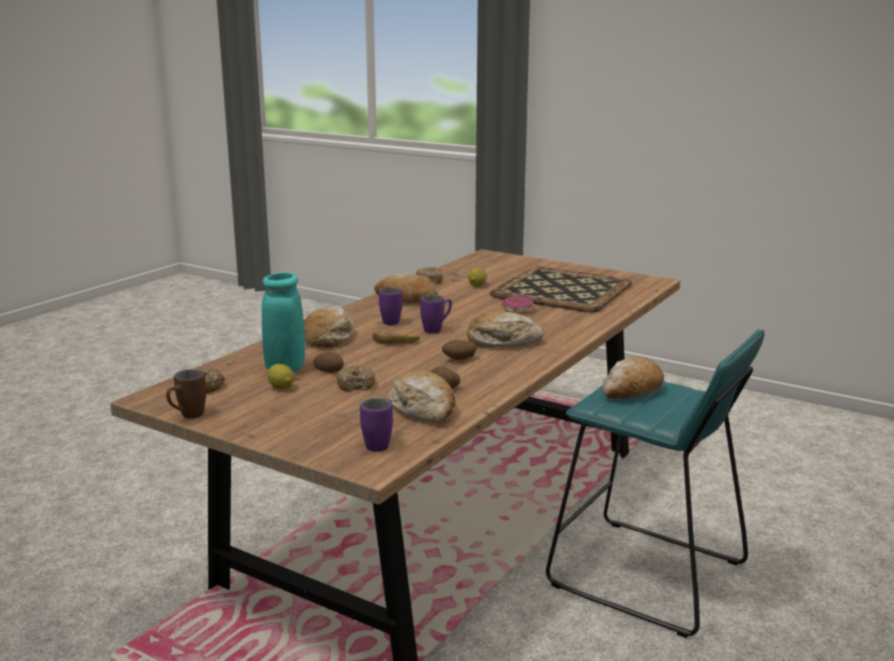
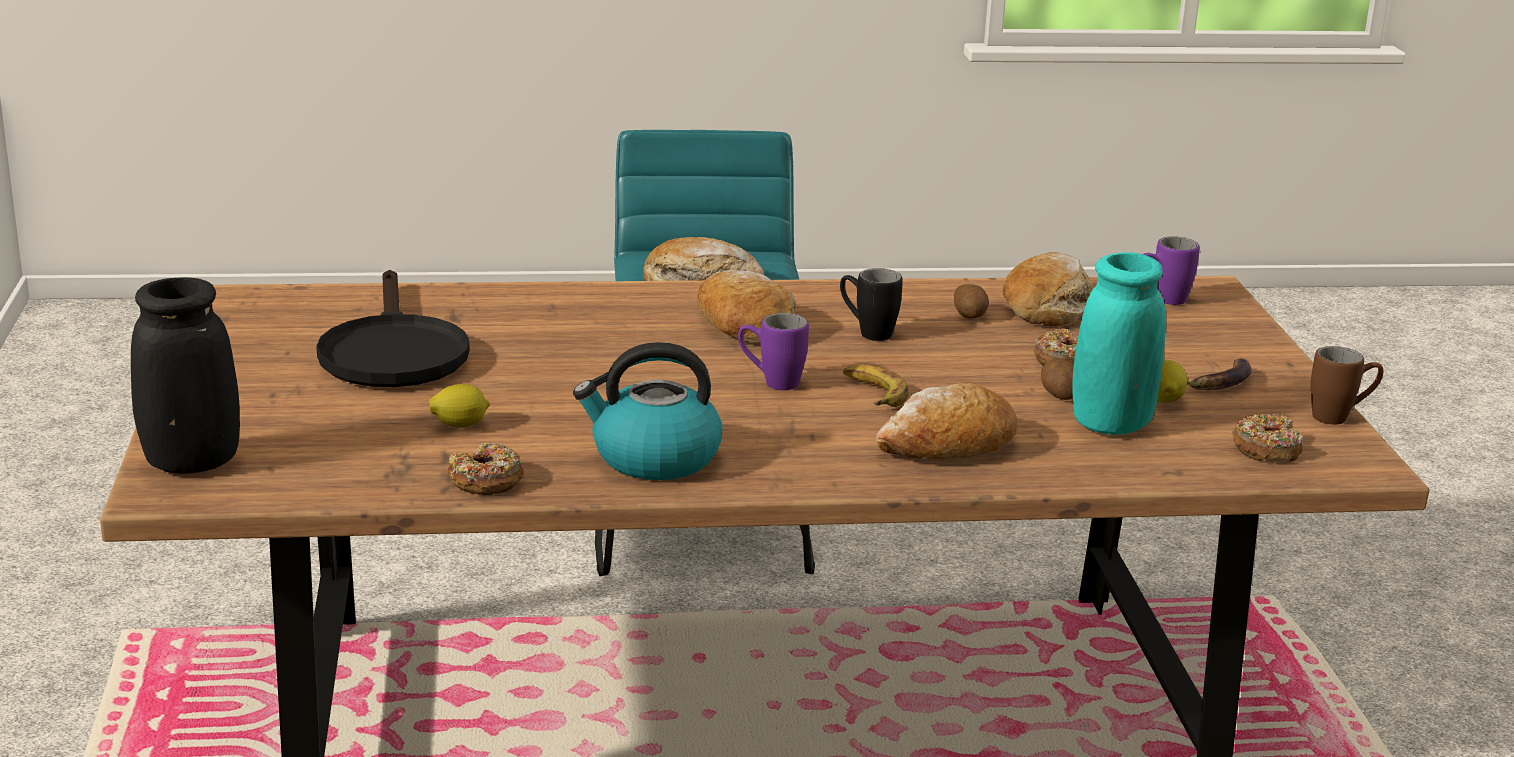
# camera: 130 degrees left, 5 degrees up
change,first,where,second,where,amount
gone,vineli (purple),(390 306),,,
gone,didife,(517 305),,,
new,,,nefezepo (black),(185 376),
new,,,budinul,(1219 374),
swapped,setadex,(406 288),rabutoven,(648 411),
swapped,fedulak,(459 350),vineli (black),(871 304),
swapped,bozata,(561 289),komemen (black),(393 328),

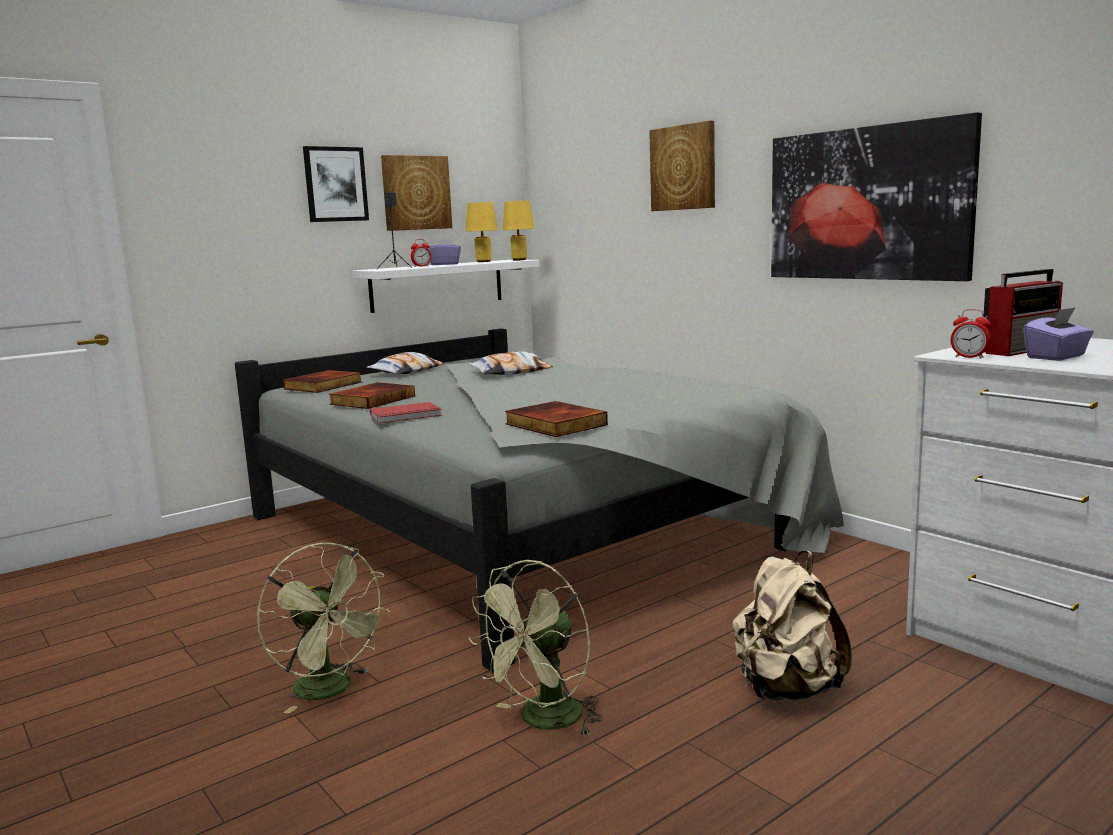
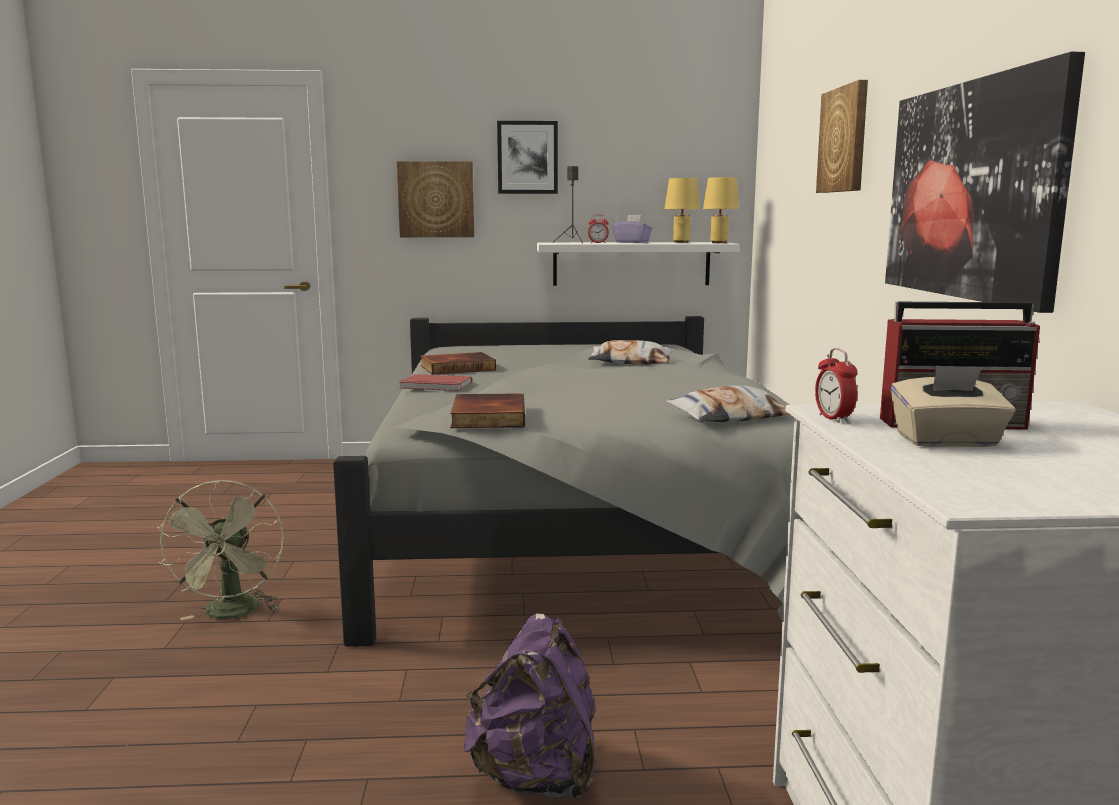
# camera: 35 degrees right, 0 degrees up
change,first,where,second,where,amount
gone,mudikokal,(322 381),,,
gone,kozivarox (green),(536 648),,,
shifted,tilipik,(405 363),,(727 404),
shifted,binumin,(416 193),,(435 199),
repainted,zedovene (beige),(792 626),zedovene (purple),(530 707),
repainted,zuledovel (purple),(1058 334),zuledovel (beige),(952 406),

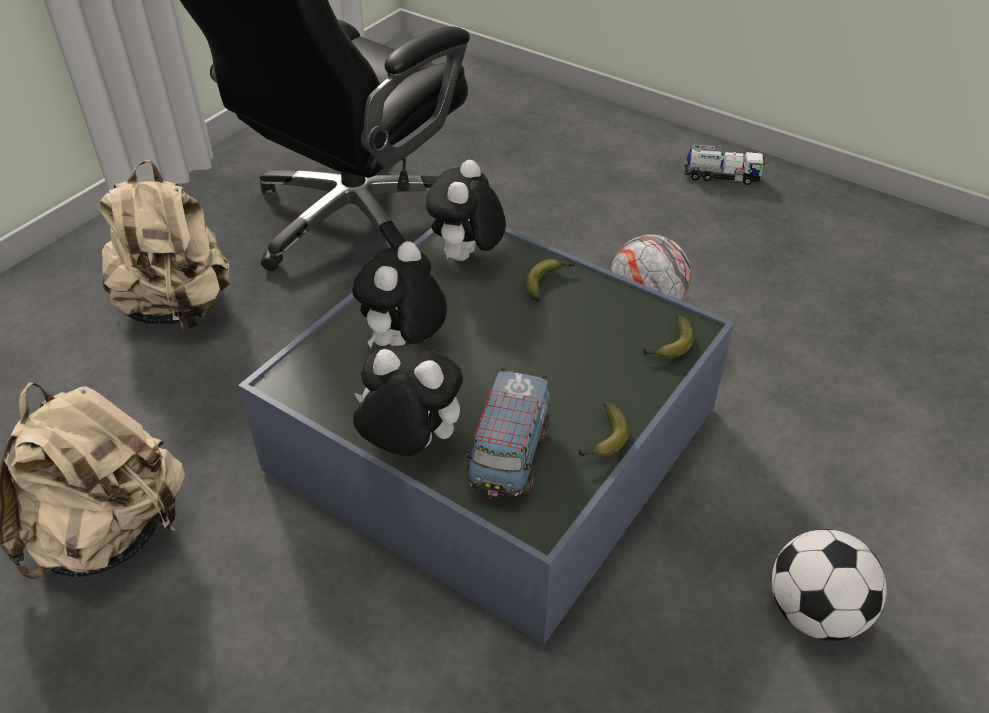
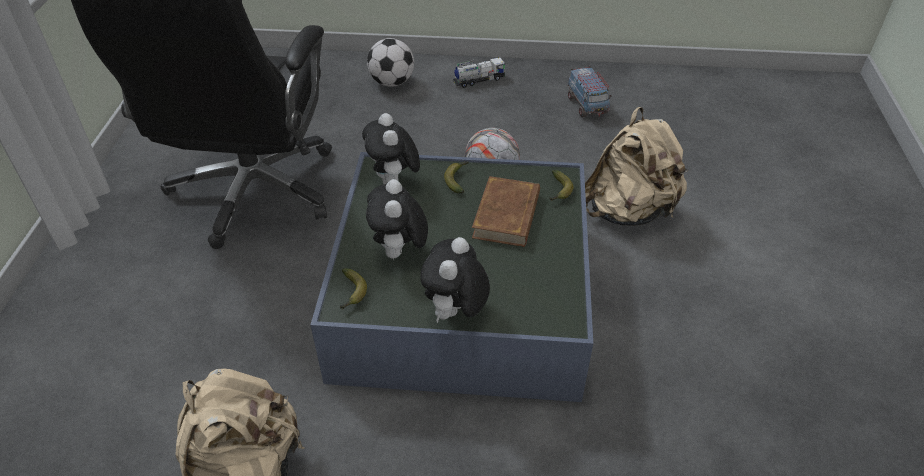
# camera: 30 degrees left, 0 degrees up
change,first,where,second,where,amount
new,,,mudikokal (brown),(506 211),
shifted,zedovene (beige),(164 245),,(636 166),
shifted,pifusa,(507 433),,(589 91),
shifted,budinul,(603 429),,(353 289),
shifted,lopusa,(829 585),,(390 62),
rotated,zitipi,(408 400),,(455 280),60 degrees counterclockwise

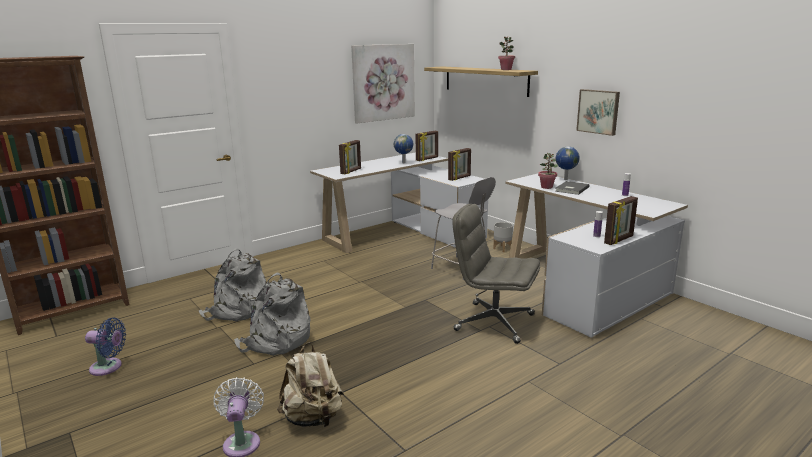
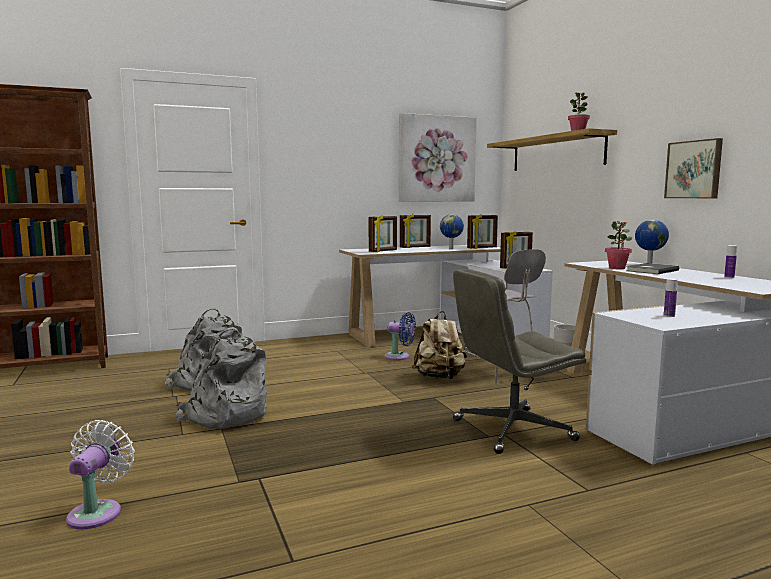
# camera: 15 degrees right, 10 degrees down
change,first,where,second,where,amount
shifted,kozivarox (blue),(105 347),,(400 336),
shifted,zedovene (beige),(310 385),,(439 345),
shifted,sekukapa,(621 220),,(415 231),
rotated,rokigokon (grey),(496 274),,(519 361),60 degrees counterclockwise

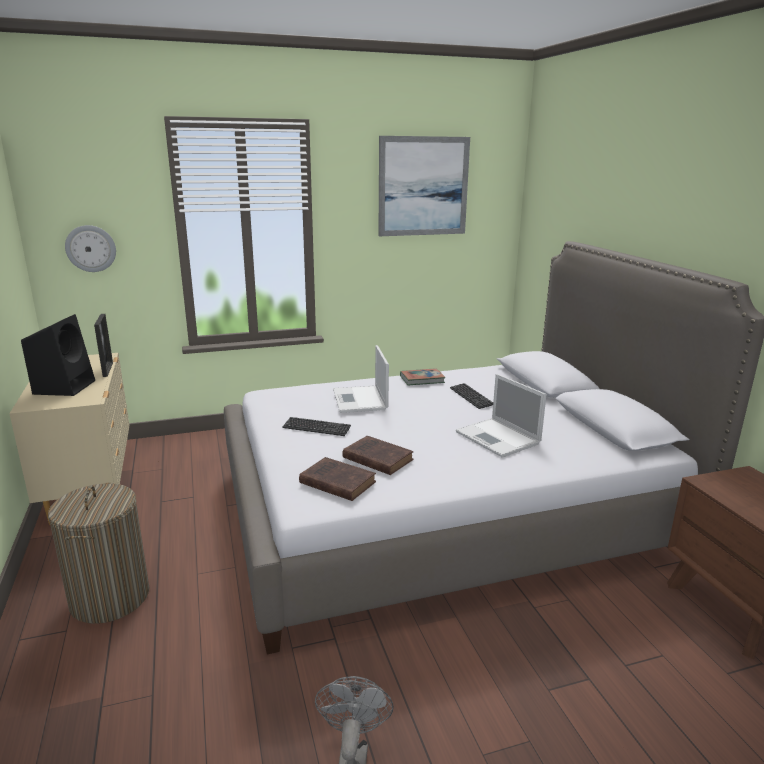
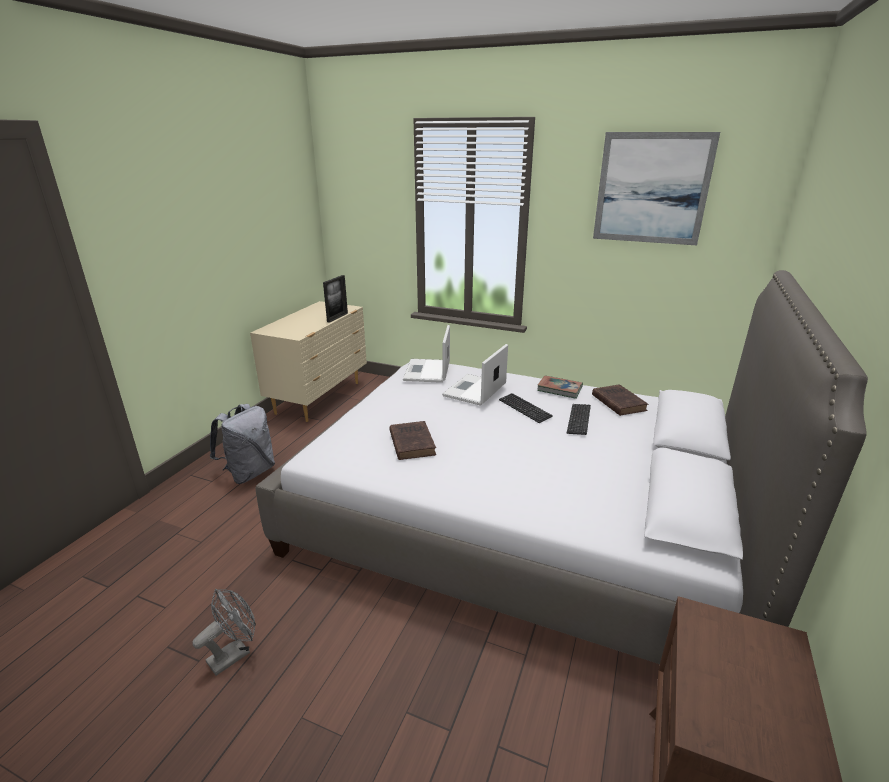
# camera: 40 degrees right, 5 degrees up
change,first,where,second,where,amount
gone,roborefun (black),(58 355),,,
gone,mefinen,(90 248),,,
shifted,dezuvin,(316 426),,(526 408),
shifted,mudikokal (brown),(337 479),,(620 400),
shifted,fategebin,(501 416),,(426 354),
swapped,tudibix,(98 553),zedovene (grey),(242 444),

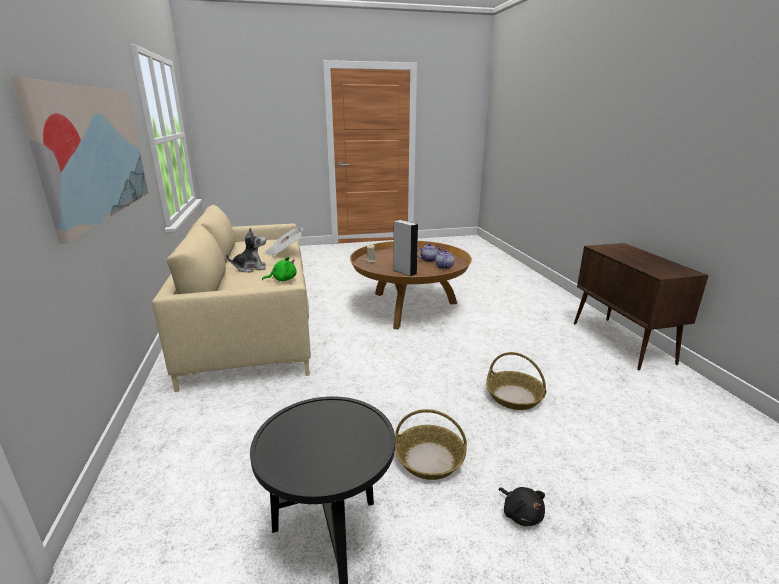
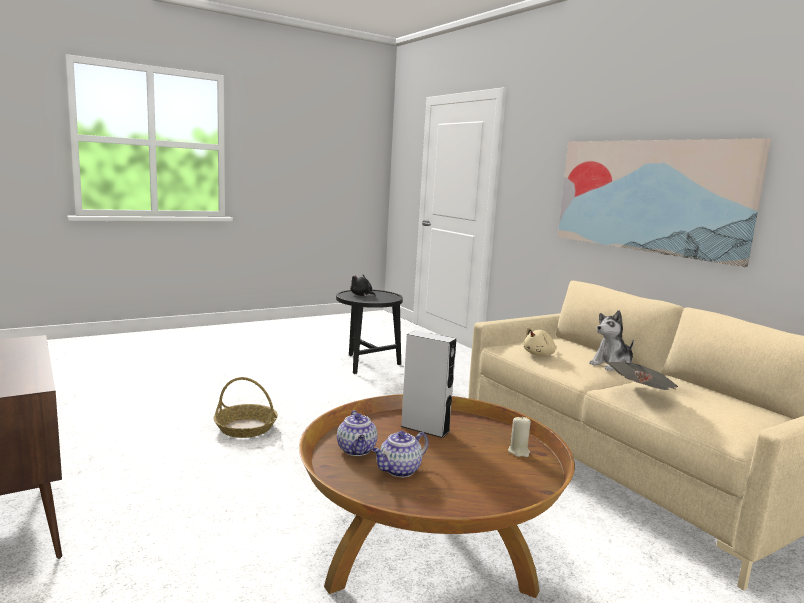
# camera: 160 degrees right, 10 degrees down
change,first,where,second,where,amount
gone,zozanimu,(431 444),,,
shifted,zitipi (black),(522 506),,(363 286),
repainted,zitipi (green),(279 269),zitipi (beige),(540 341),

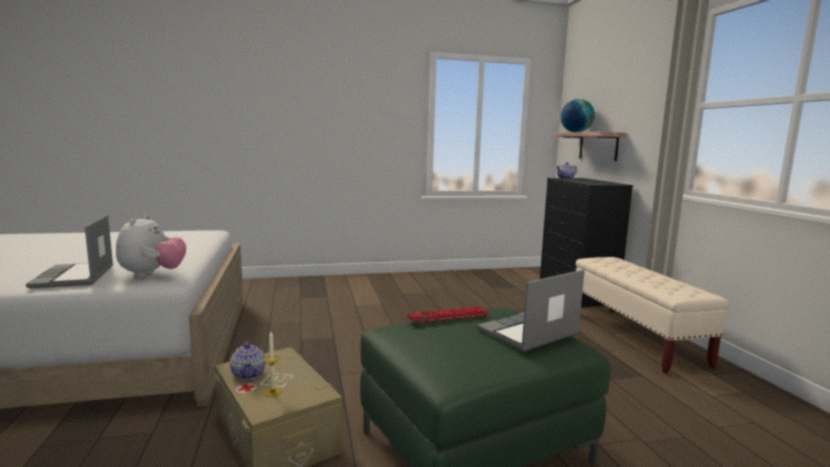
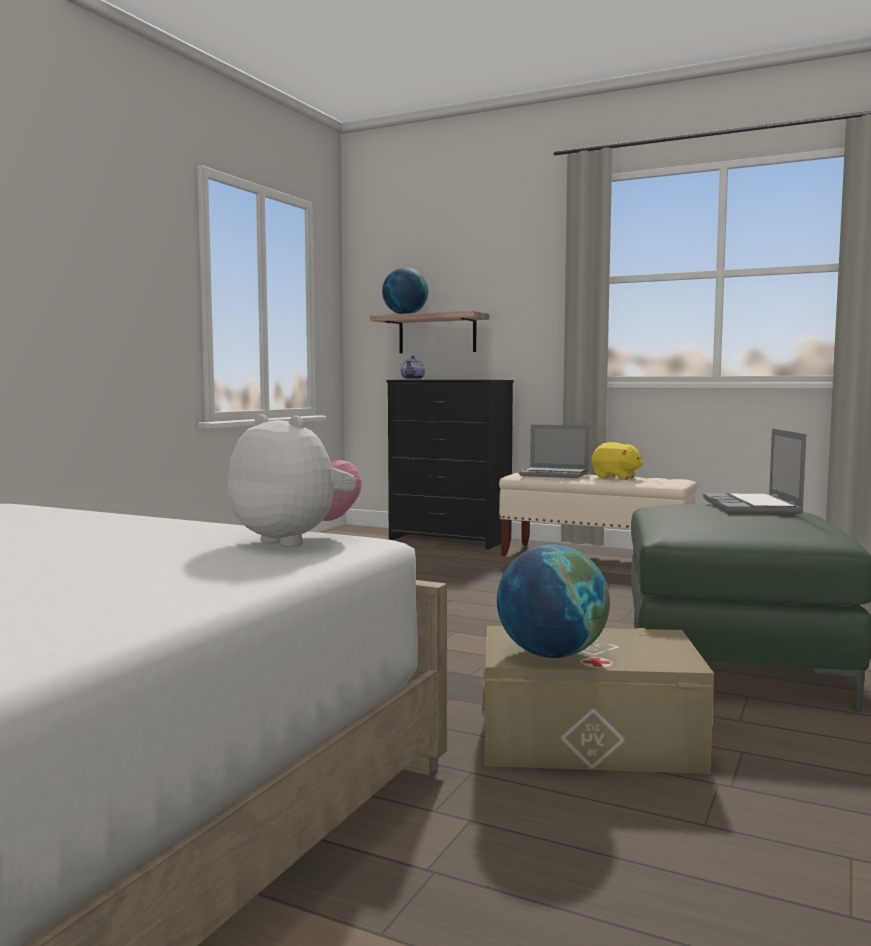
# camera: 50 degrees left, 5 degrees down
change,first,where,second,where,amount
gone,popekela,(273 364),,,
gone,dezuvin,(448 315),,,
new,,,zitipi (yellow),(618 461),
shifted,fategebin,(69 251),,(554 451),
swapped,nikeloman,(248 360),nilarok,(553 601),

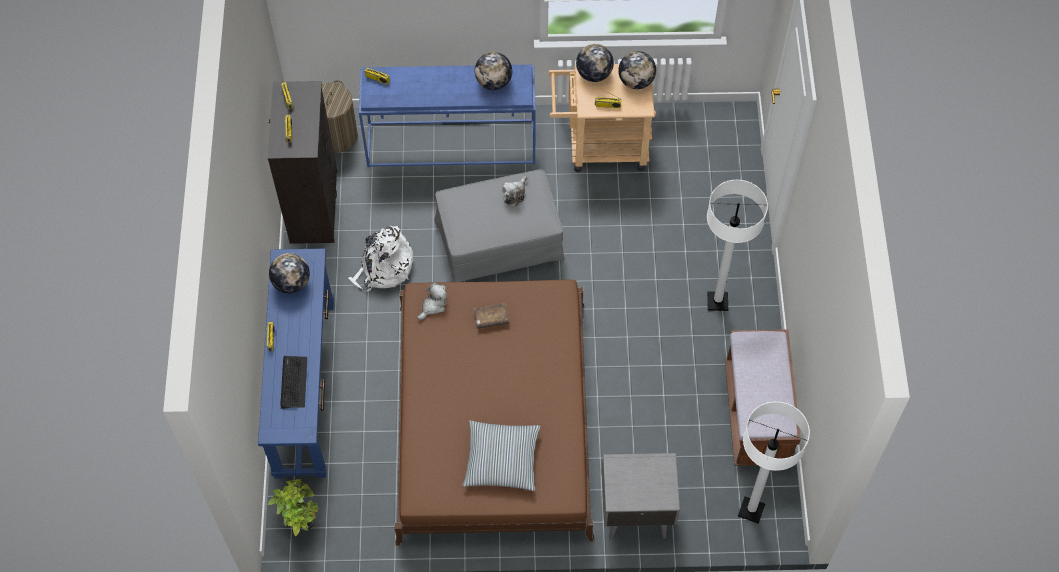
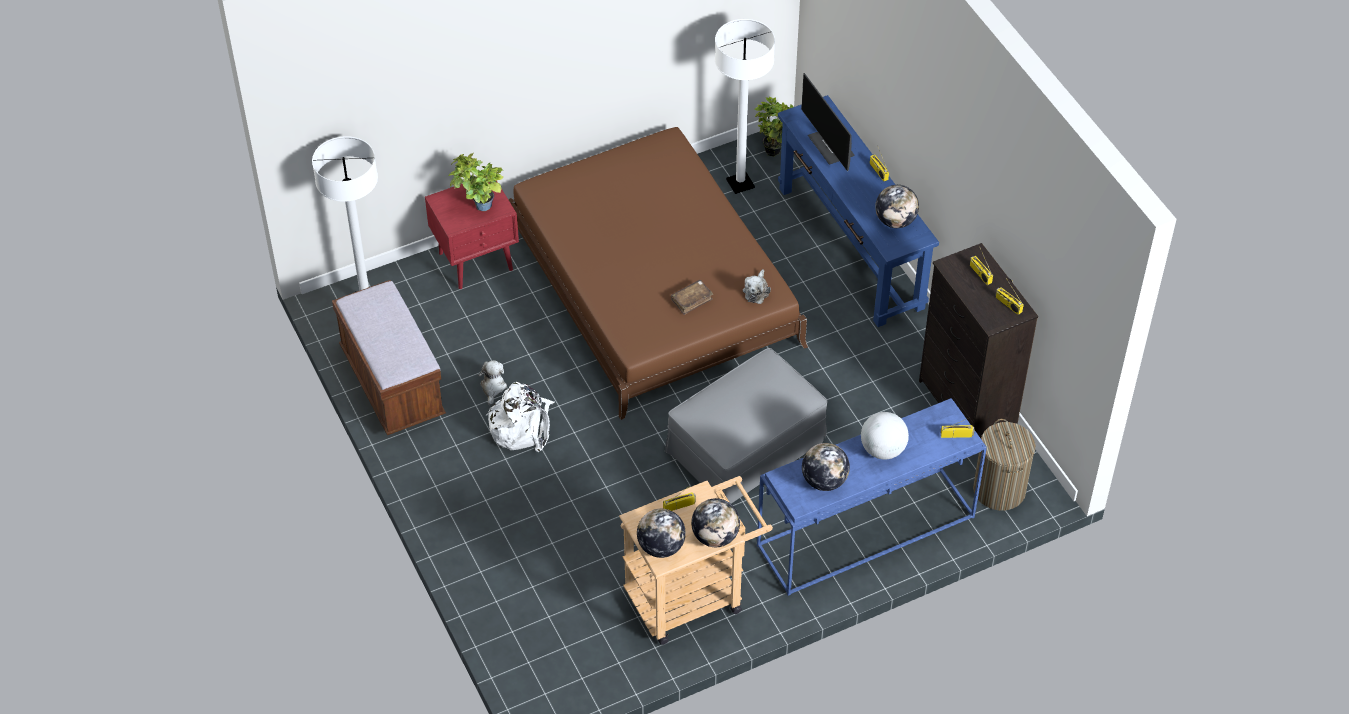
# camera: 155 degrees right, 10 degrees down
change,first,where,second,where,amount
gone,tilipik,(501 455),,,
new,,,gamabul,(476 182),
new,,,nilarok,(885 436),
shifted,zedovene (white),(380 259),,(520 417),
shifted,zitipi,(514 191),,(492 382),
shifted,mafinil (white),(737 245),,(745 106),
swapped,dezuvin,(293 382),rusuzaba,(828 122),
repainted,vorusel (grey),(641 496),vorusel (red),(472 235),

